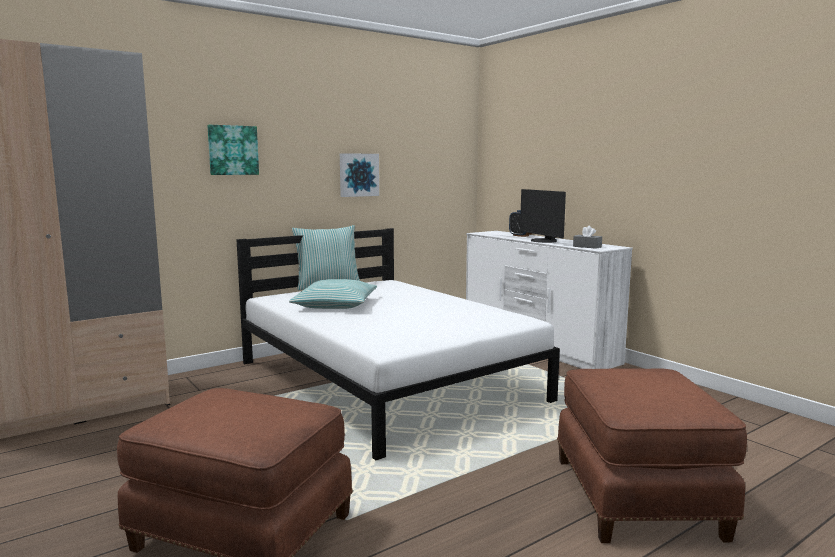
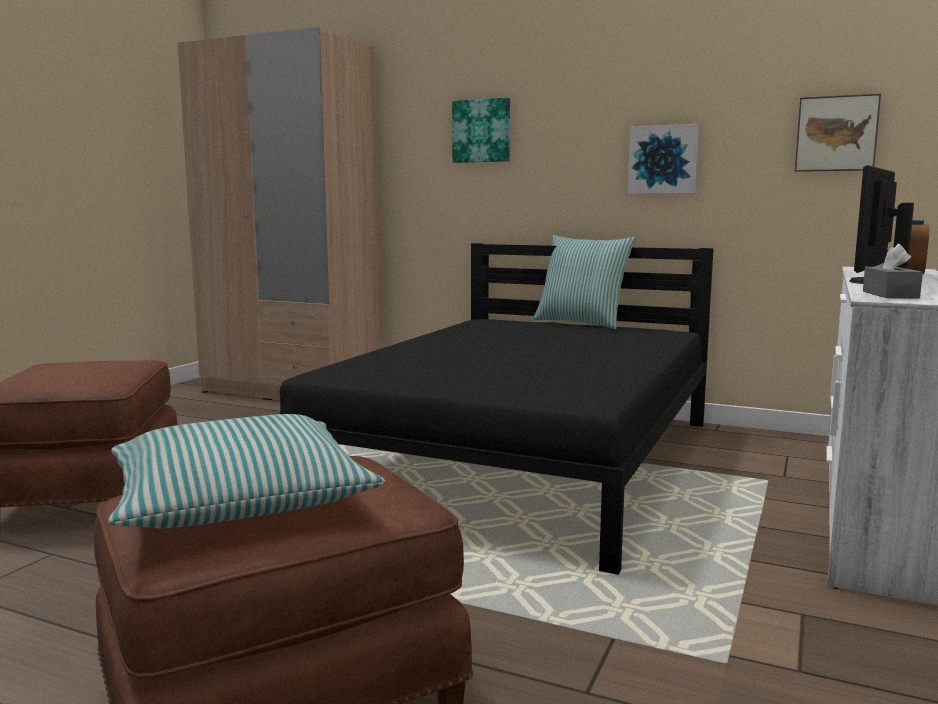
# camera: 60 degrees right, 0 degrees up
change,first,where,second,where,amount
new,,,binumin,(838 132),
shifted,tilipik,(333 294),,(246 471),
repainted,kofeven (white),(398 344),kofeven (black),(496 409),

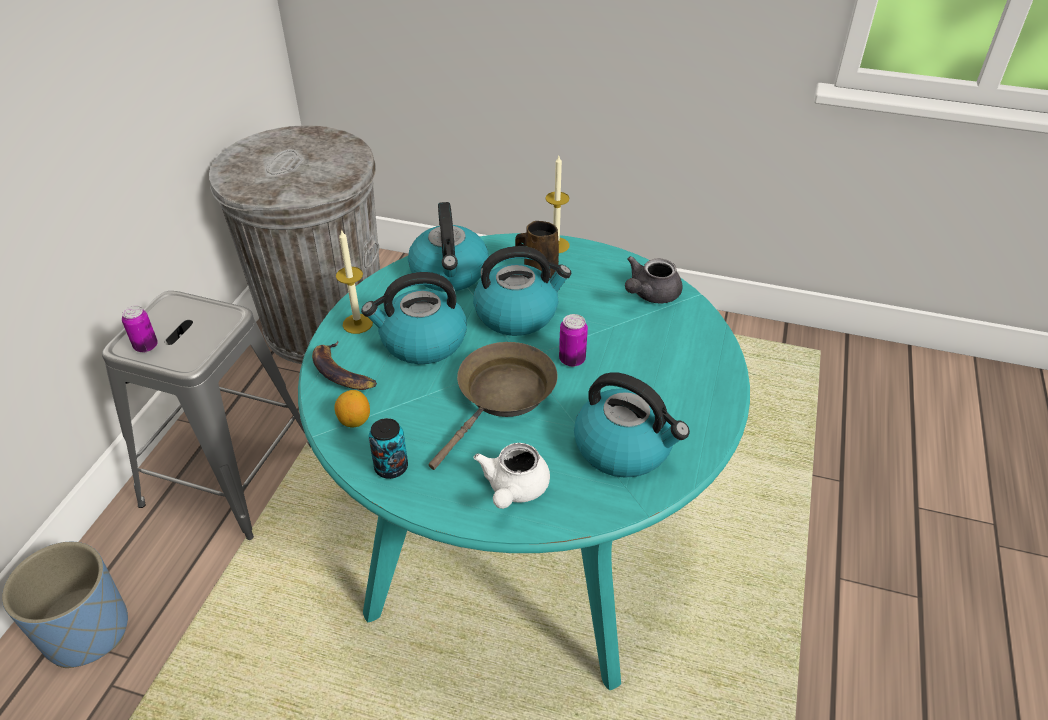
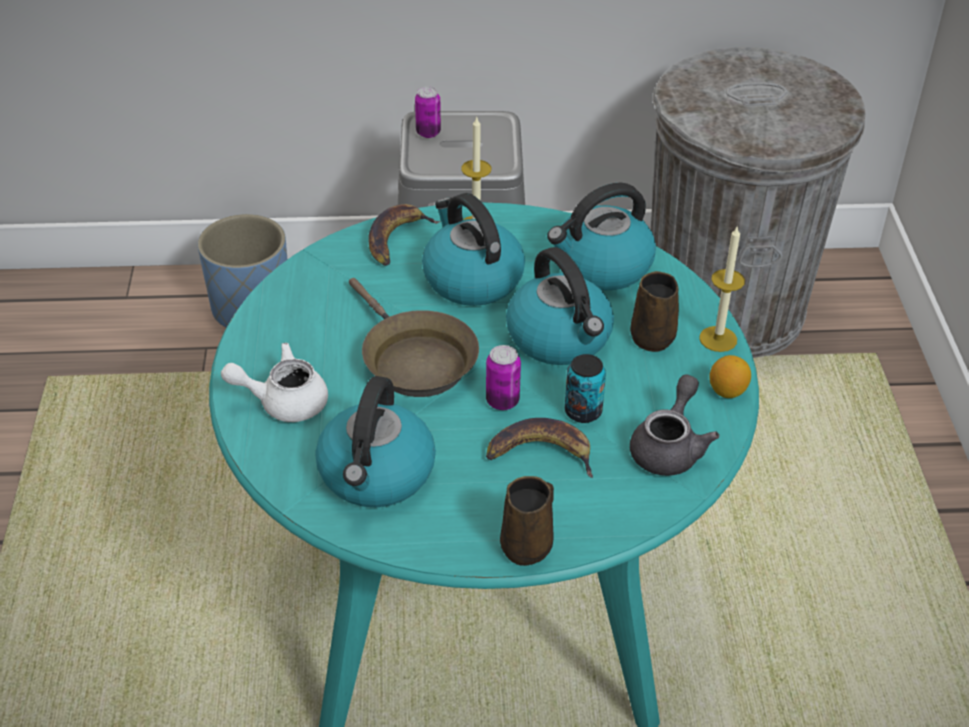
# camera: 70 degrees right, 0 degrees up
change,first,where,second,where,amount
new,,,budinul,(539 448),
new,,,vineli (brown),(527 521),
shifted,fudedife,(352 408),,(730 376),
shifted,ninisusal,(388 448),,(585 388),
rotated,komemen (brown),(493 406),,(414 337),45 degrees clockwise
rotated,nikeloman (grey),(653 279),,(674 425),90 degrees clockwise

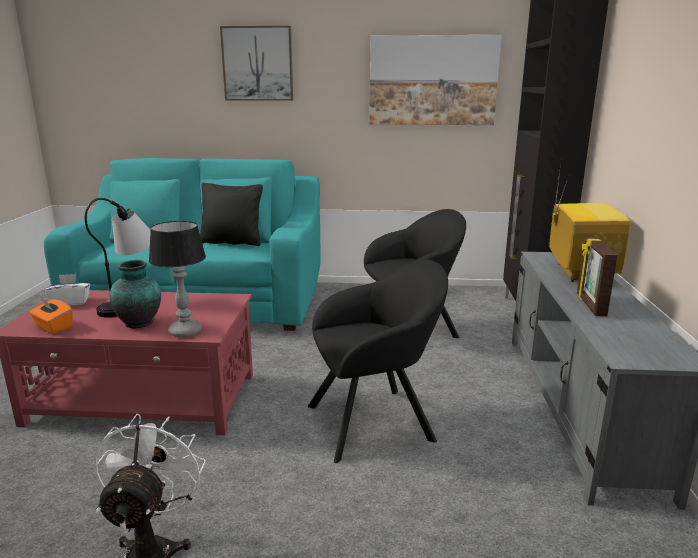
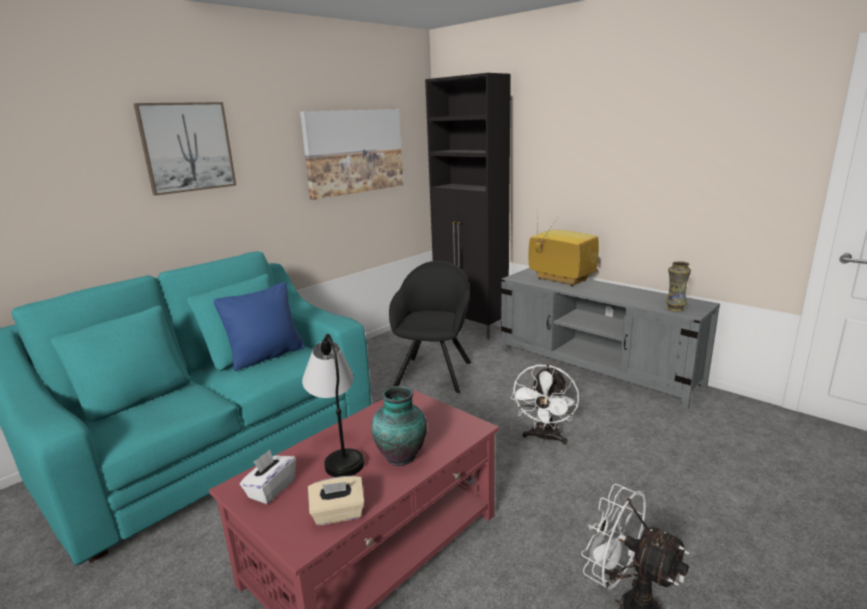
# camera: 50 degrees left, 0 degrees up
change,first,where,second,where,amount
gone,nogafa,(177 279),,,
gone,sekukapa,(597 277),,,
new,,,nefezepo,(678 286),
swapped,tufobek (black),(378 361),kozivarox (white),(545 404),
repainted,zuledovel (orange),(51 315),zuledovel (beige),(336 501),
repainted,tilipik (black),(231 214),tilipik (blue),(259 326),

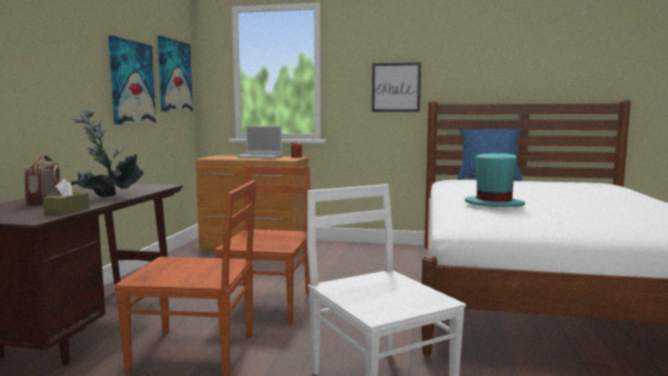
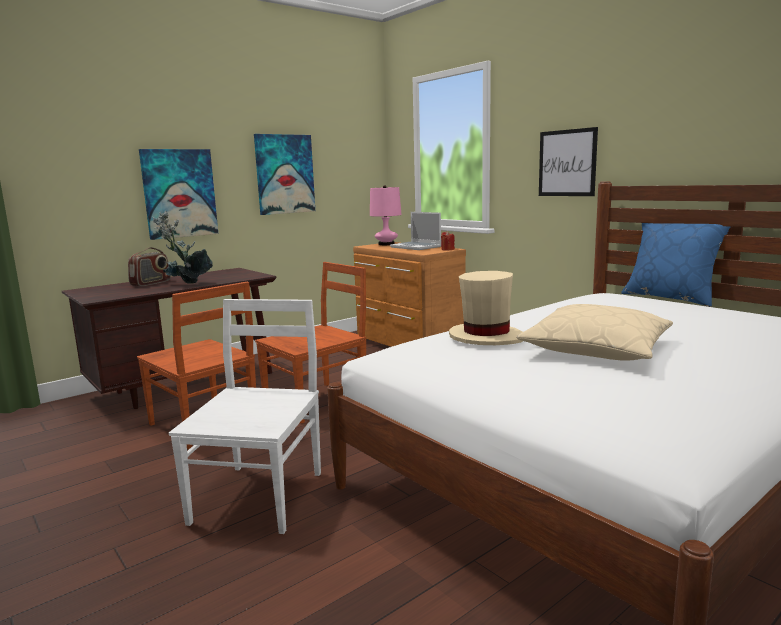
# camera: 40 degrees right, 5 degrees up
change,first,where,second,where,amount
gone,zuledovel (brown),(66 197),,,
new,,,nogafa (pink),(386 215),
new,,,tilipik (beige),(595 332),
shifted,binumin,(175 74),,(178 194),
repainted,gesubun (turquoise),(495 180),gesubun (beige),(486 308),

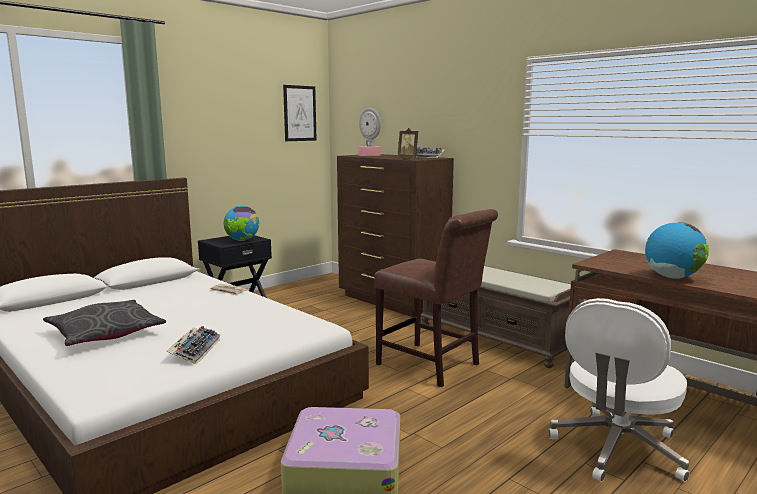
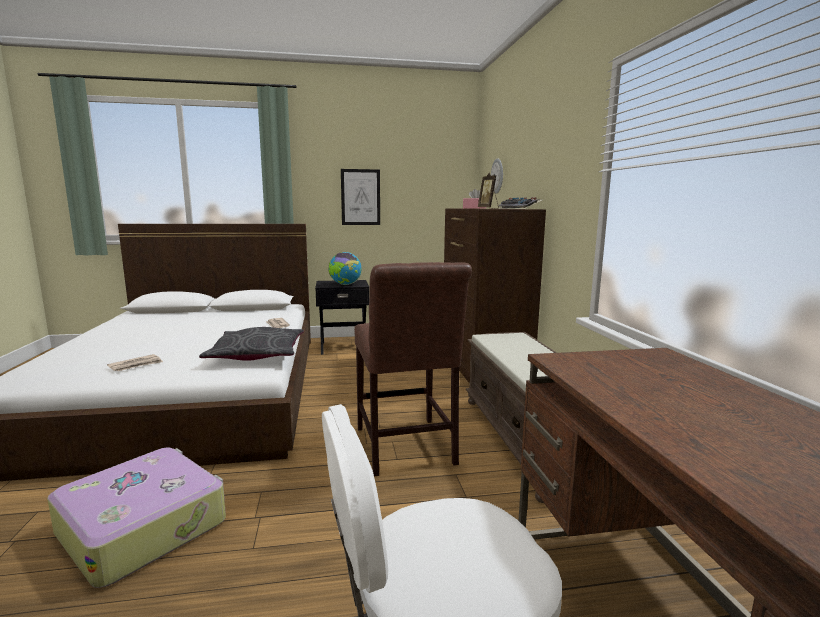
# camera: 35 degrees right, 0 degrees up
change,first,where,second,where,amount
gone,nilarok,(677 250),,,
shifted,tilipik (grey),(104 323),,(251 344),
shifted,binumin,(300 113),,(360 197),
swapped,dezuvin,(193 345),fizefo,(135 362),

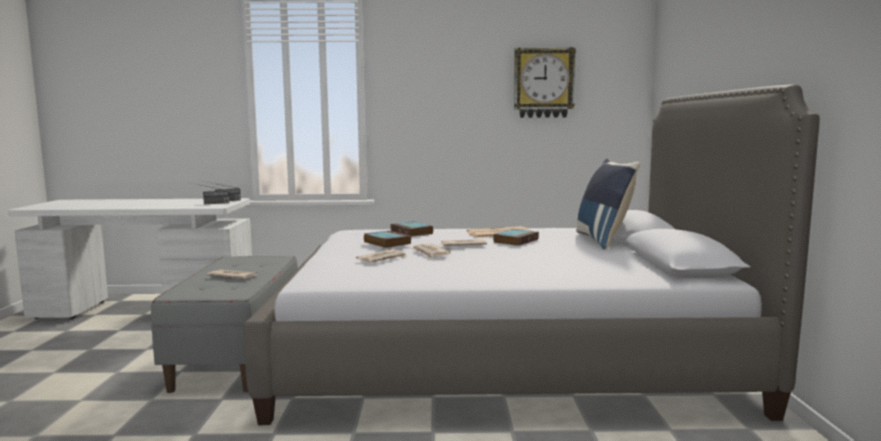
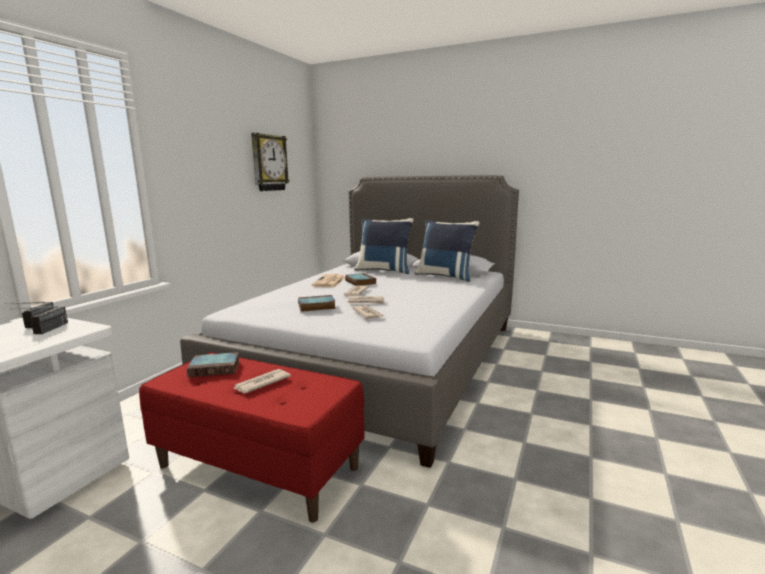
# camera: 65 degrees left, 5 degrees up
change,first,where,second,where,amount
new,,,tilipik (blue),(447 251),
shifted,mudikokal,(411 228),,(213 364),
repainted,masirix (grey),(224 324),masirix (red),(251 437),

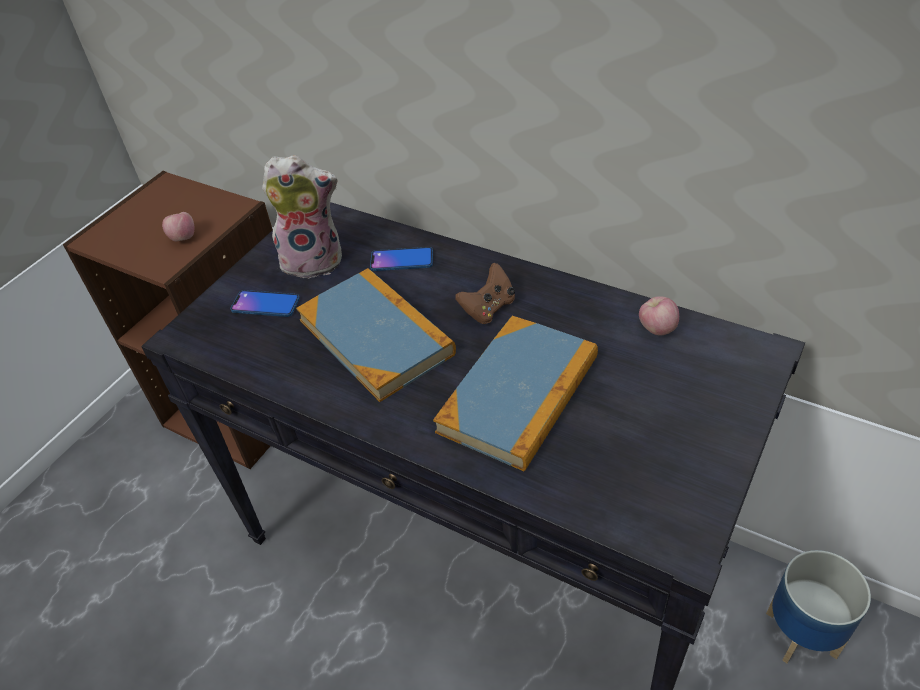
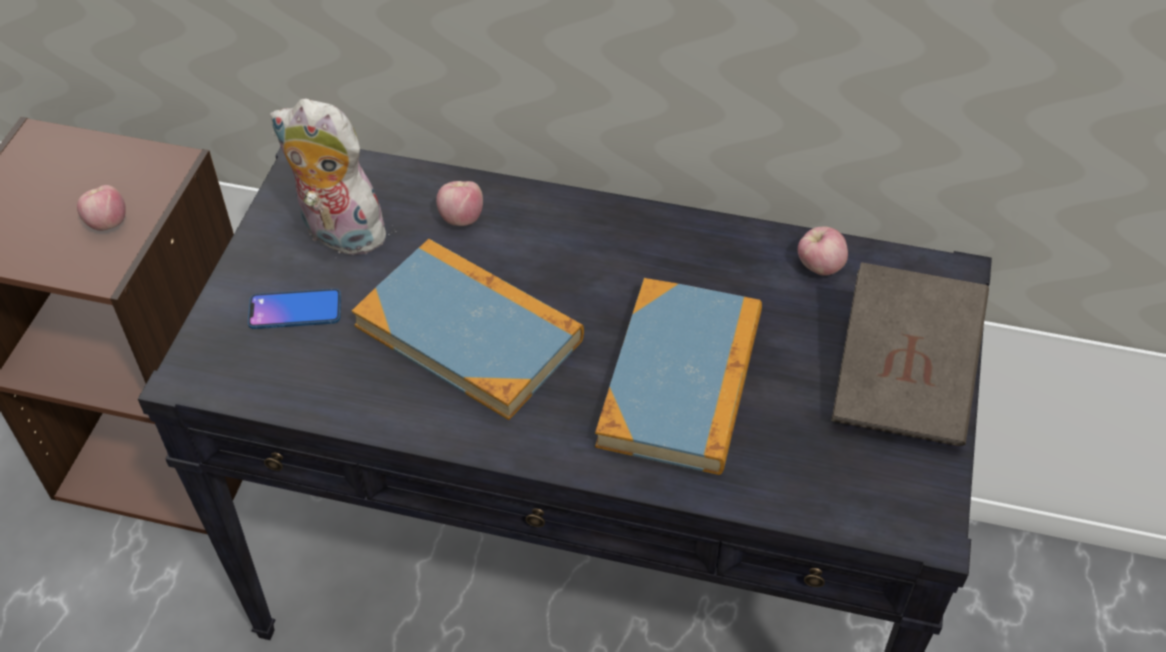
# camera: 20 degrees left, 5 degrees up
change,first,where,second,where,amount
gone,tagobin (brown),(485 293),,,
gone,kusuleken,(818 606),,,
new,,,mudikokal (brown),(910 354),
swapped,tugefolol,(401 259),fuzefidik,(459 203),
rotated,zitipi,(302 217),,(333 176),135 degrees counterclockwise

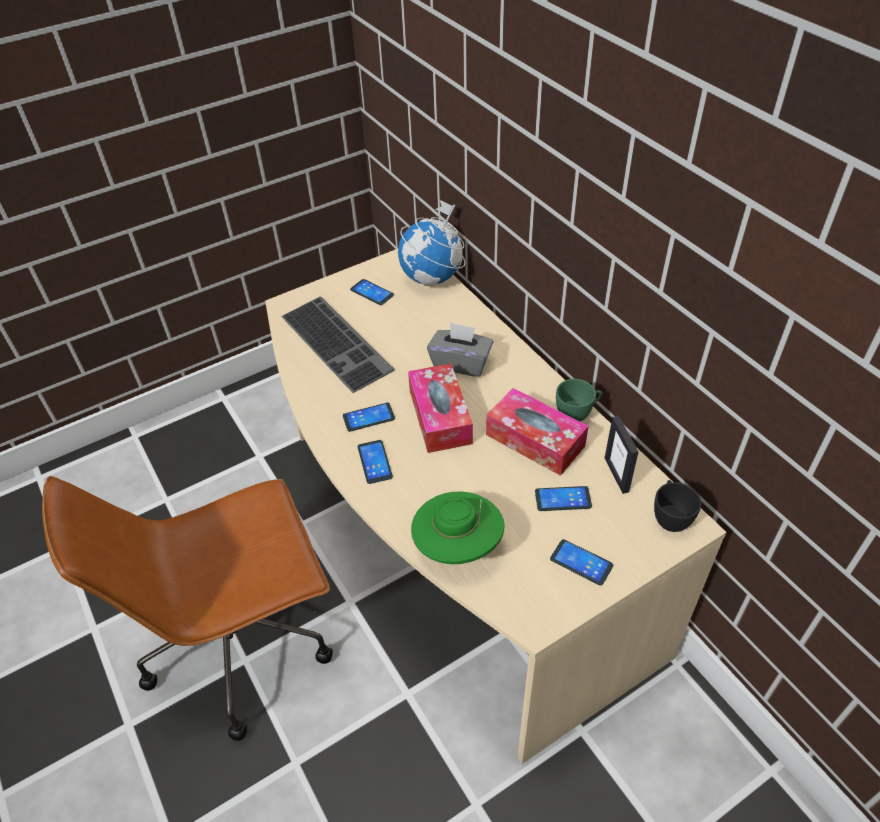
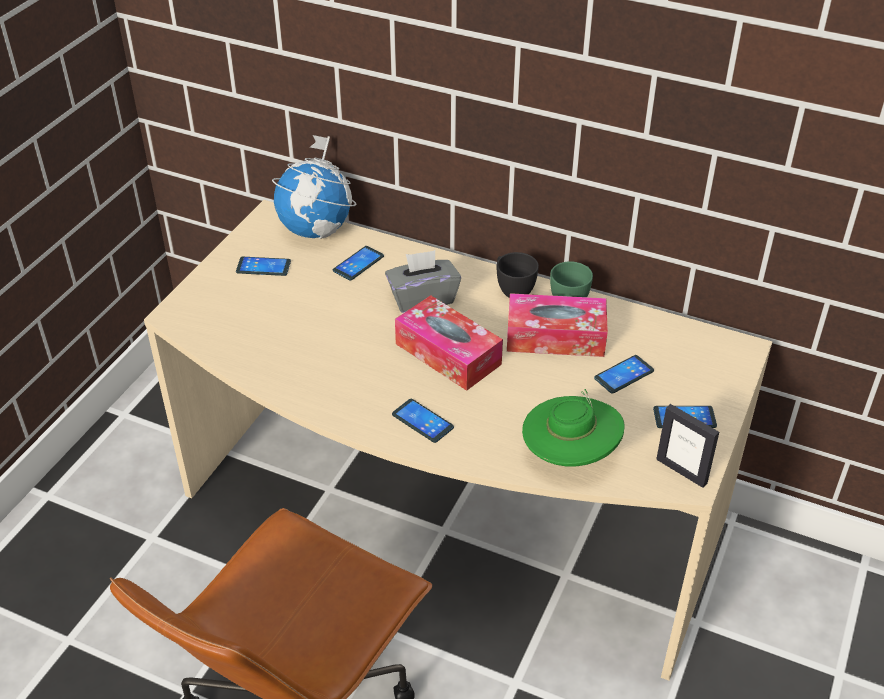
# camera: 35 degrees left, 5 degrees down
change,first,where,second,where,amount
gone,dezuvin,(337 344),,,
shifted,tugefolol,(369 417),,(358 263),
shifted,sekukapa,(622 455),,(687 446),
shifted,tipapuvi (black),(677 506),,(518 275),

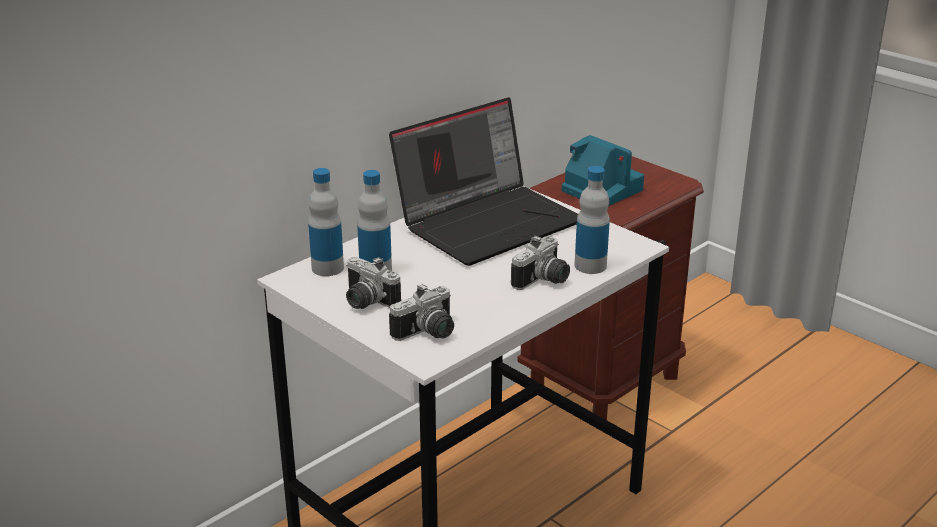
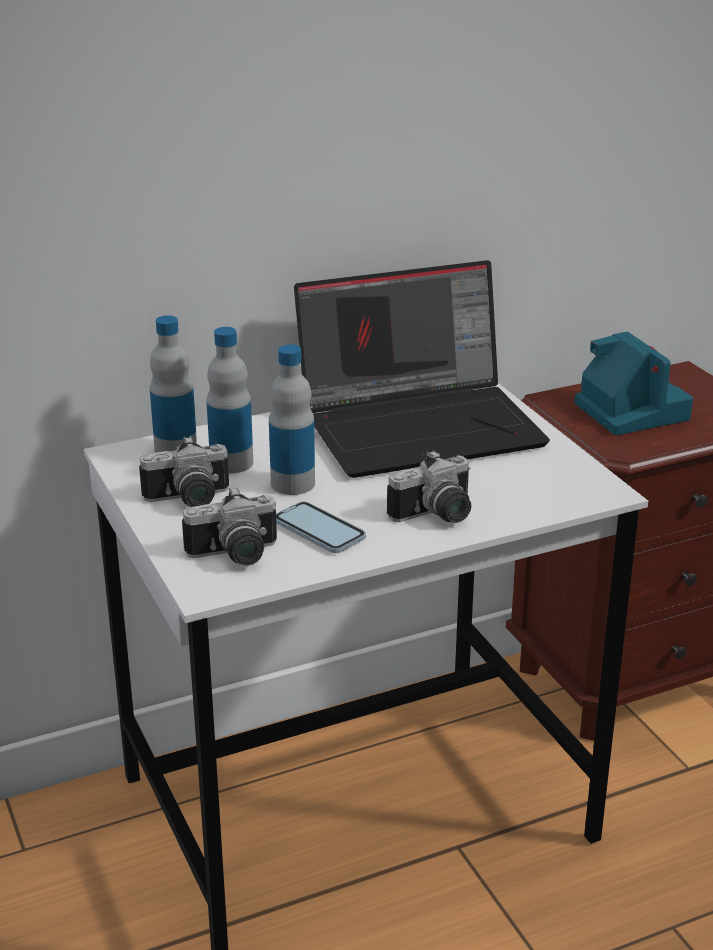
# camera: 20 degrees right, 0 degrees up
change,first,where,second,where,amount
new,,,tugefolol,(321 527),
shifted,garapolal,(592 220),,(292 420),
rotated,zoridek,(373 283),,(184 471),75 degrees counterclockwise

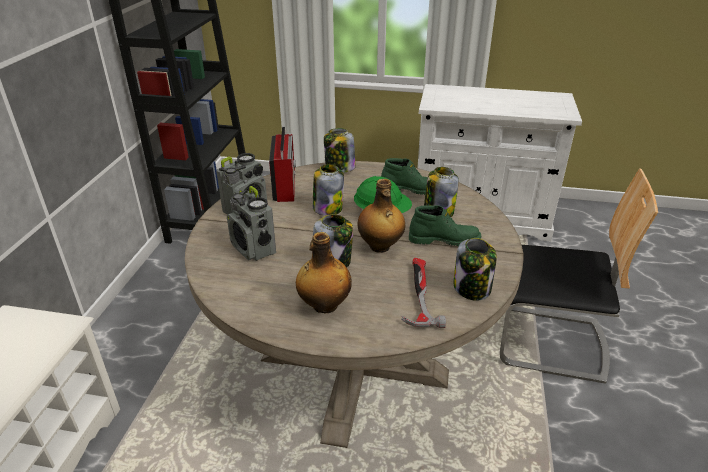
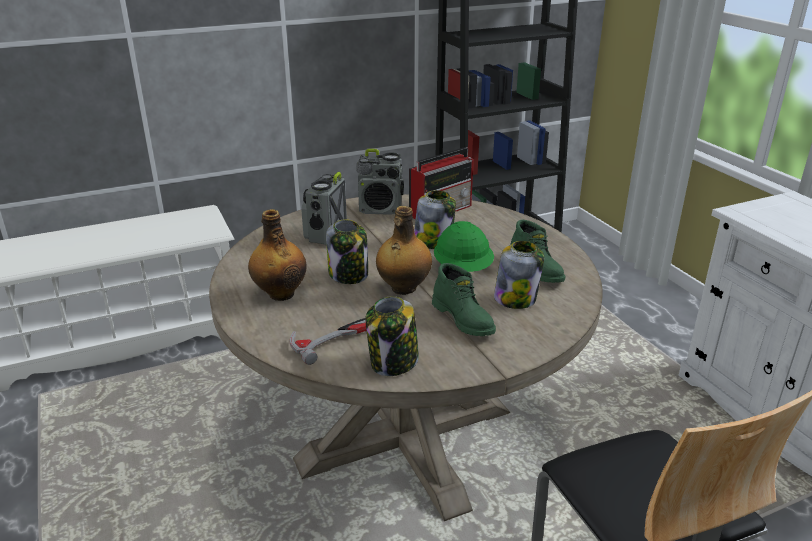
# camera: 55 degrees right, 5 degrees down
change,first,where,second,where,amount
gone,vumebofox,(339 150),,,

